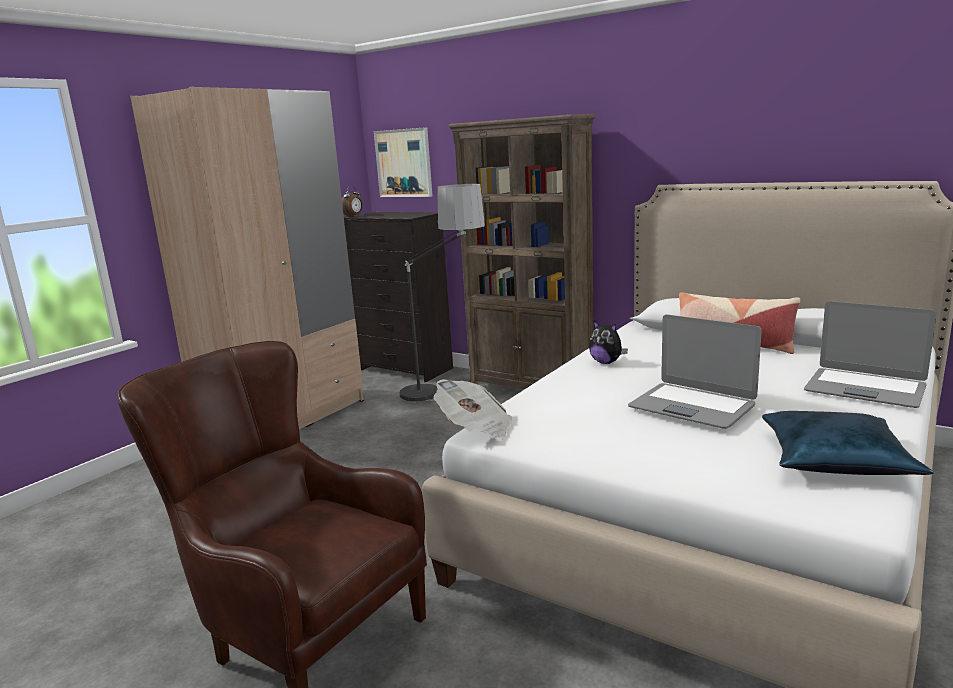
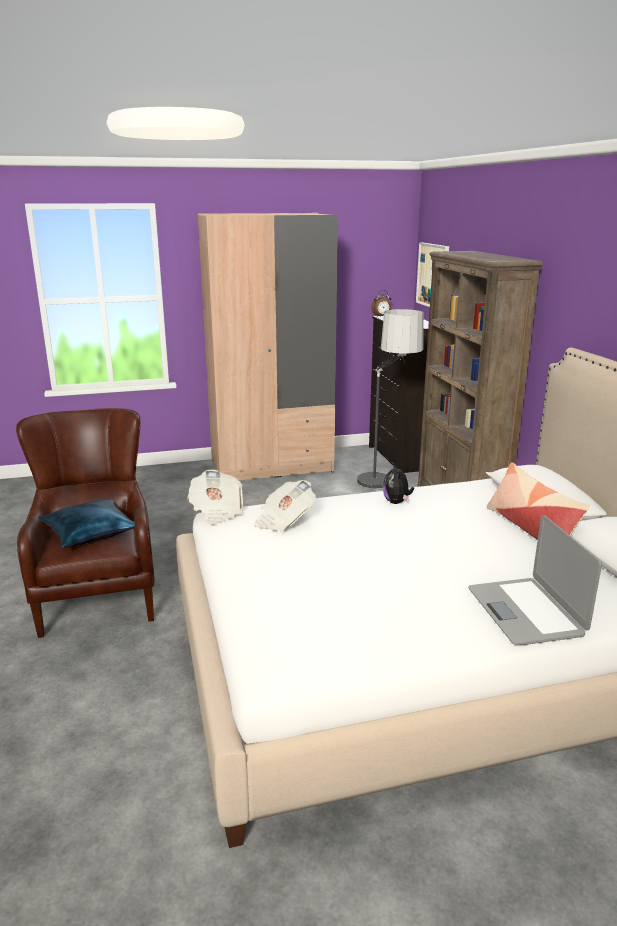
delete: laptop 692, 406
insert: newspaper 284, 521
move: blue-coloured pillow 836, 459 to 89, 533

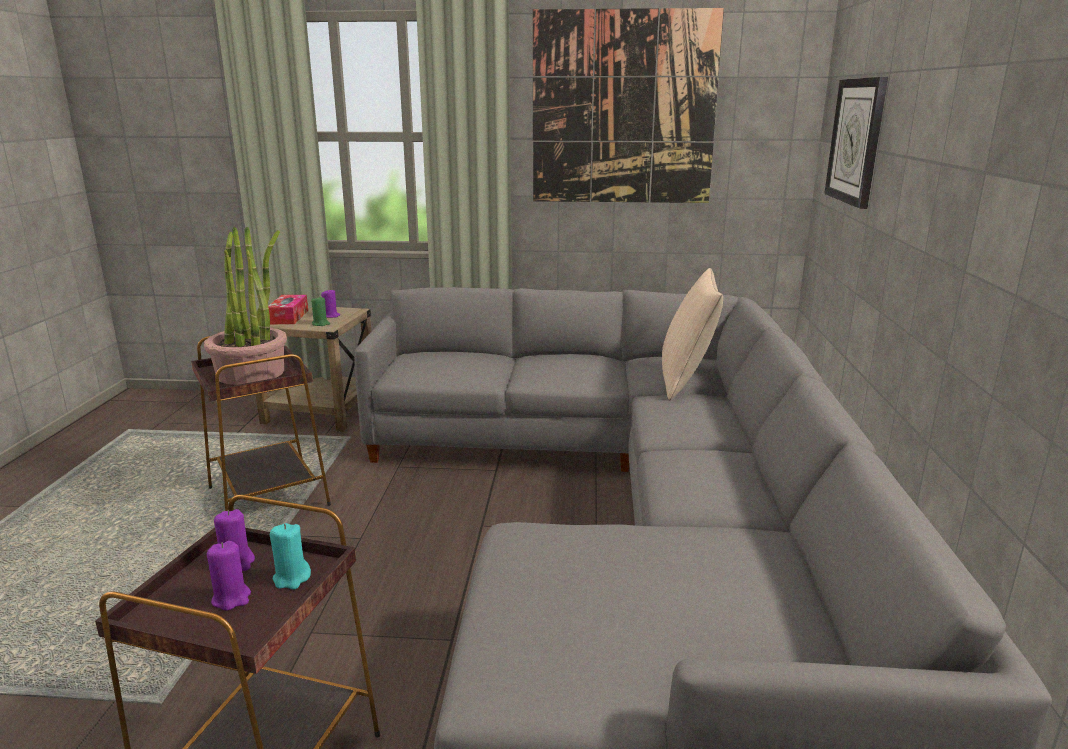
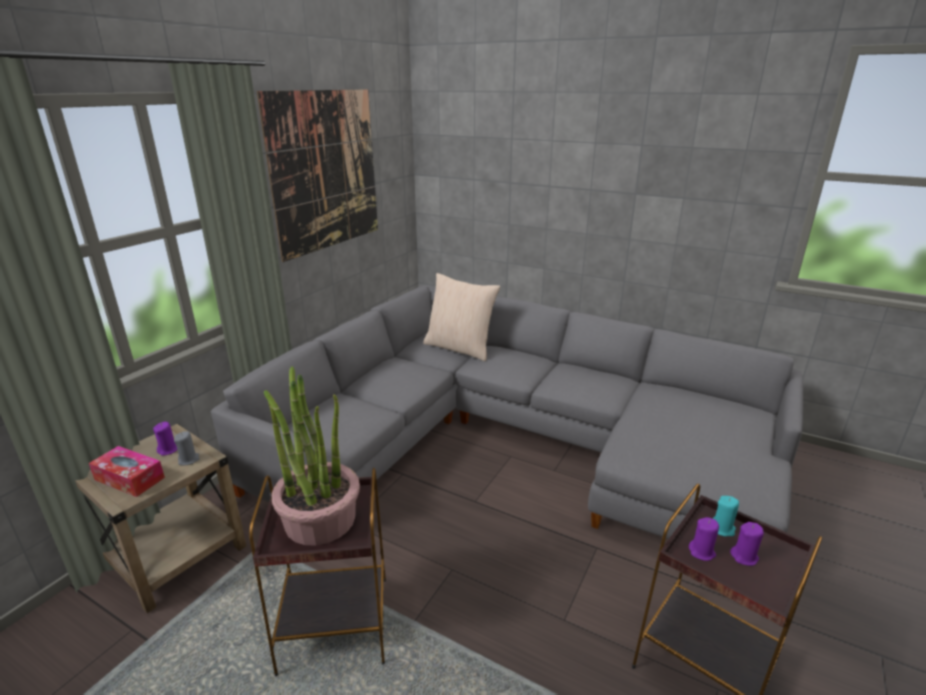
delete: wall clock 856, 141
recolor: green wax light 321, 324 to gray wax light 189, 460

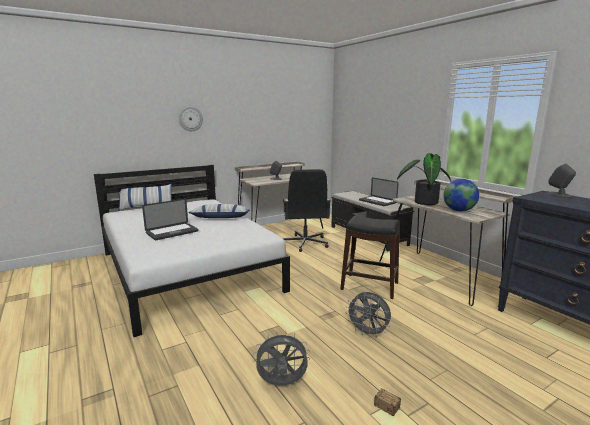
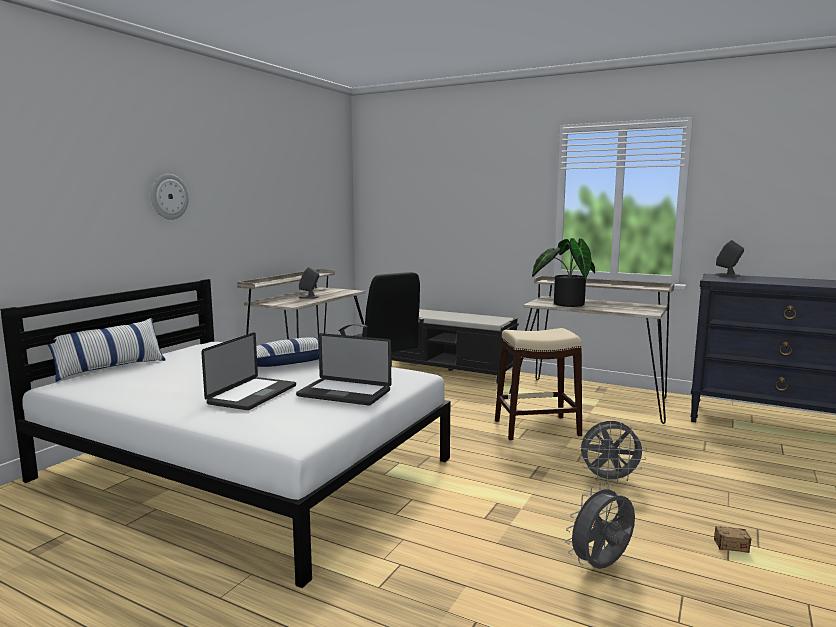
delete: world globe 459, 210
move: laptop 377, 201 to 344, 393
recolor: blackish stool seat 369, 286 to beige stool seat 537, 428

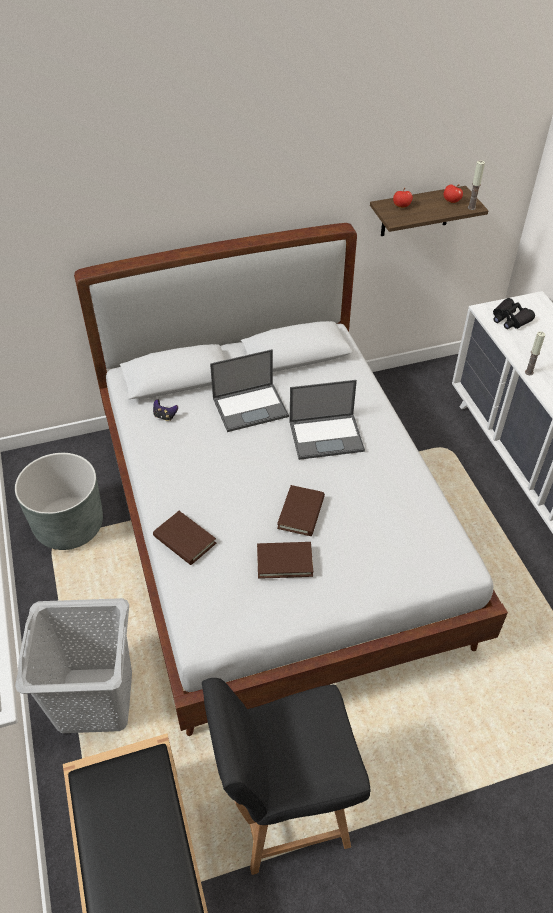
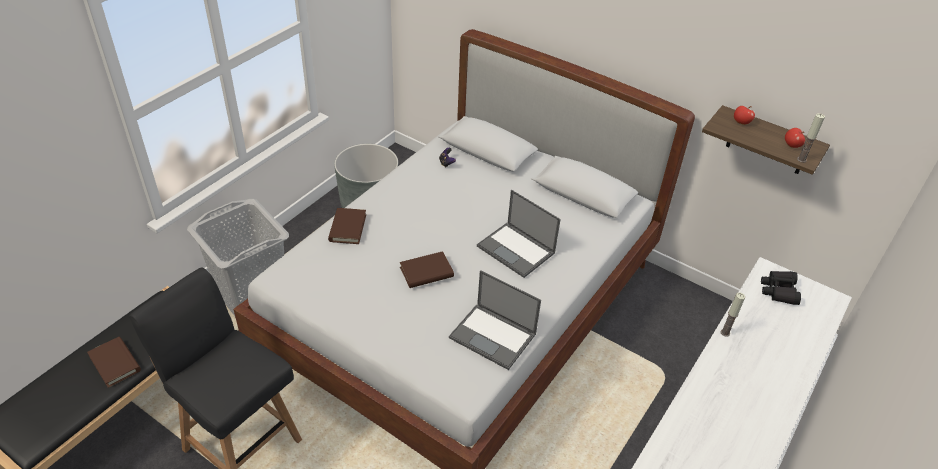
move: laptop 251, 407 to 493, 336; brownish book 284, 561 to 115, 363

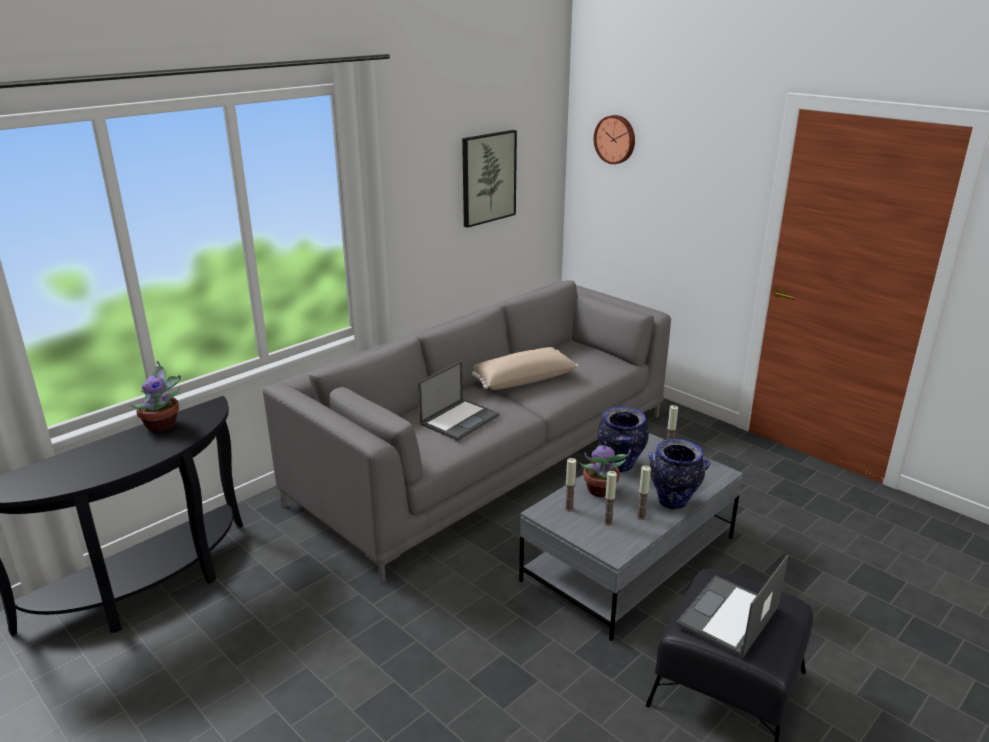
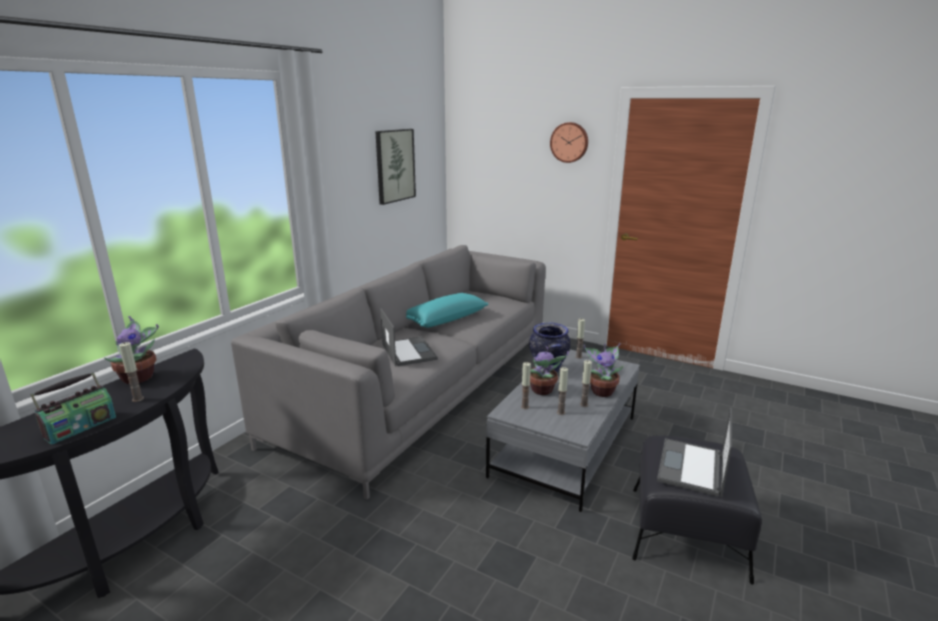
insert: wax light 138, 399; radio receiver 80, 427
move: wall clock 615, 139 to 569, 142
replace: vase 673, 502 to houseplant 602, 391
recolor: beige pillow 522, 379 to turquoise-coloured pillow 445, 319
rotate: laptop 460, 419 = 408, 351 45 degrees counterclockwise

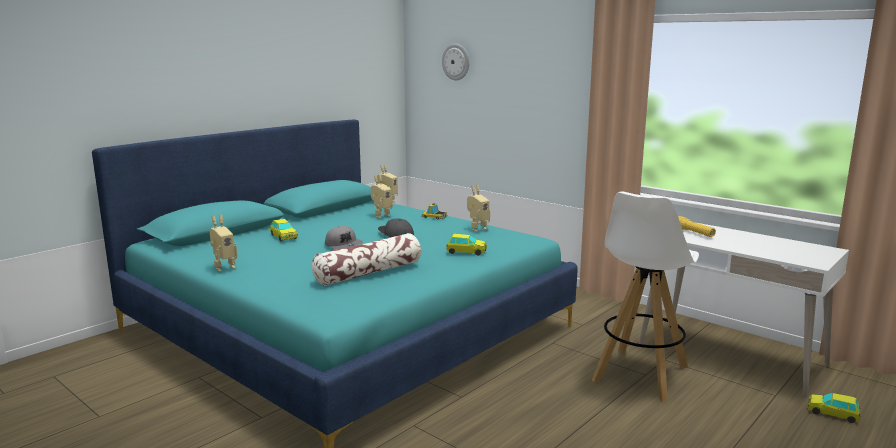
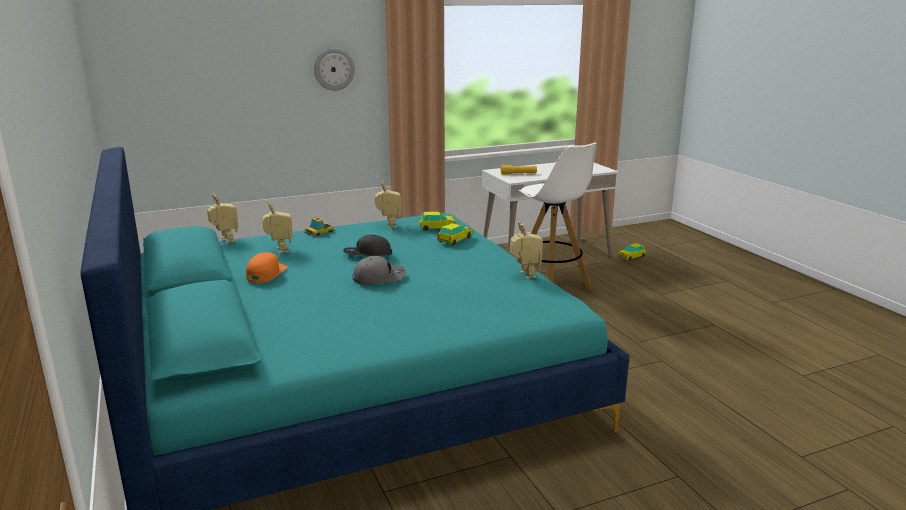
delete: pillow 369, 273
insert: orange baseball cap 266, 274
move: wall clock 456, 62 to 334, 69; model robot 224, 268 to 525, 275; toy car 284, 237 to 437, 227

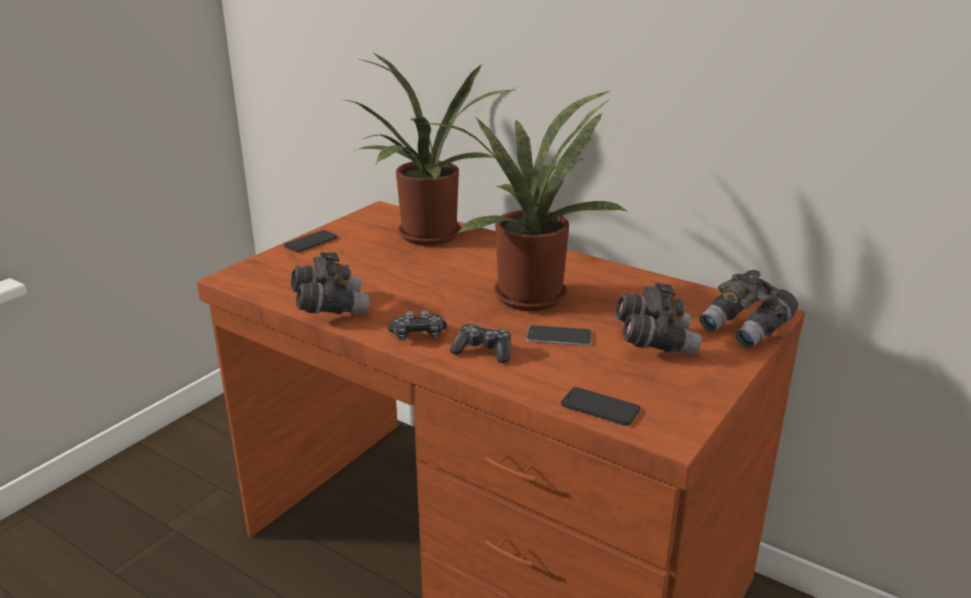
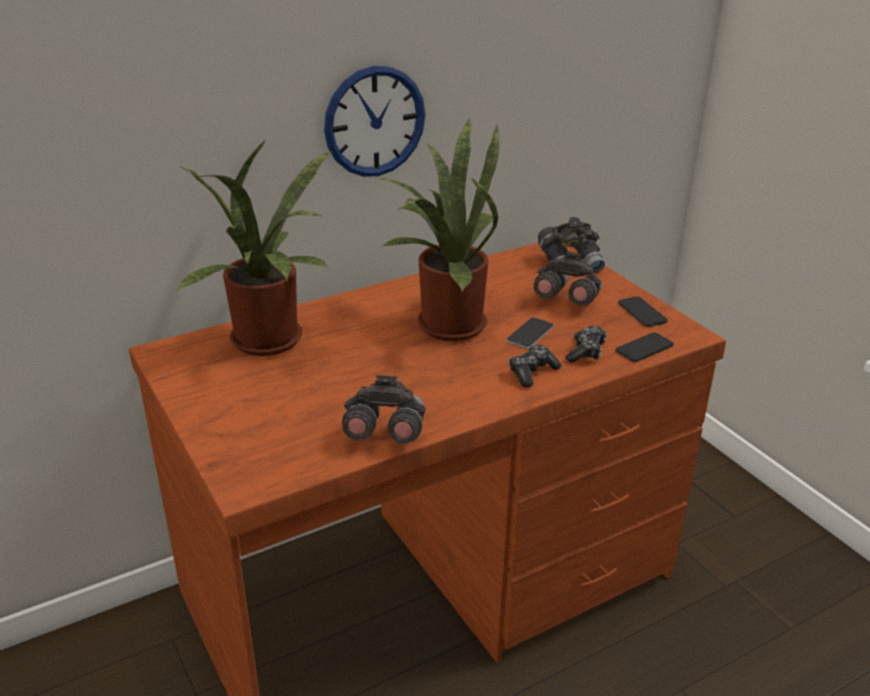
insert: wall clock 374, 122
move: handset 311, 242 to 642, 312; gamepad 418, 335 to 586, 352

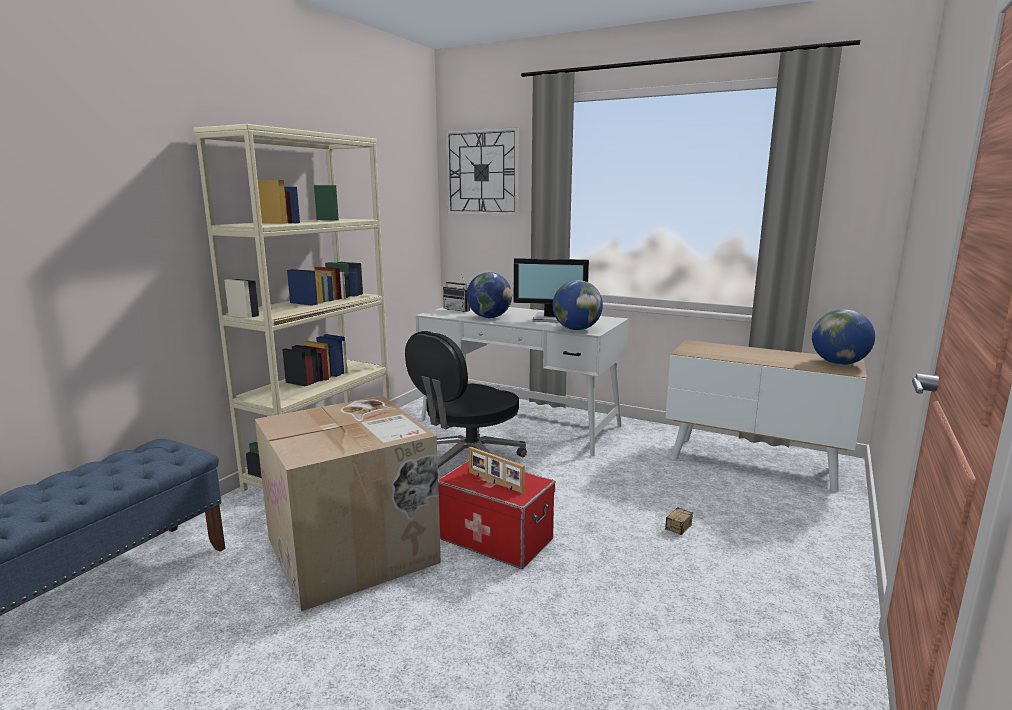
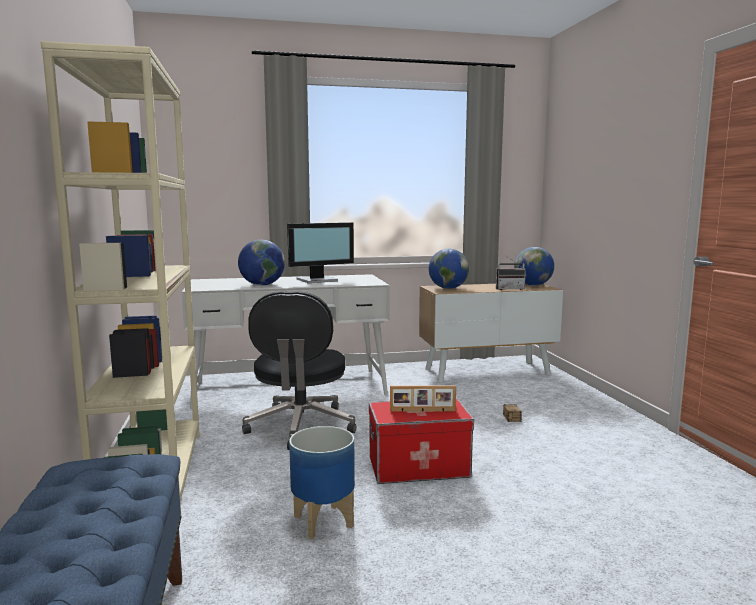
delete: wall clock 482, 172
move: radio receiver 459, 310 to 509, 289; world globe 576, 329 to 448, 288
replace: packing box 354, 550 to plant pot 324, 521

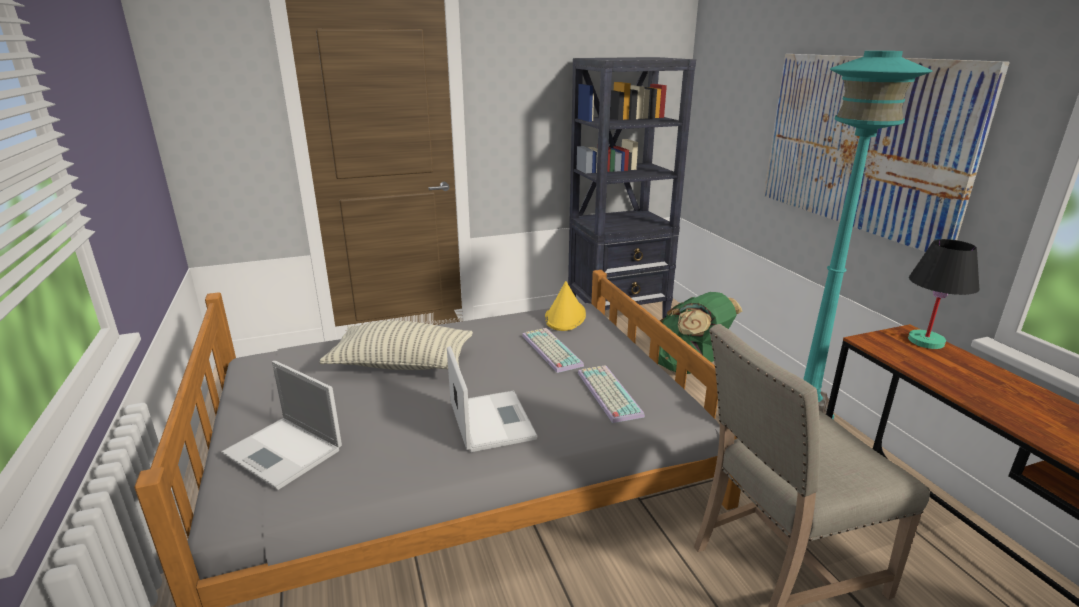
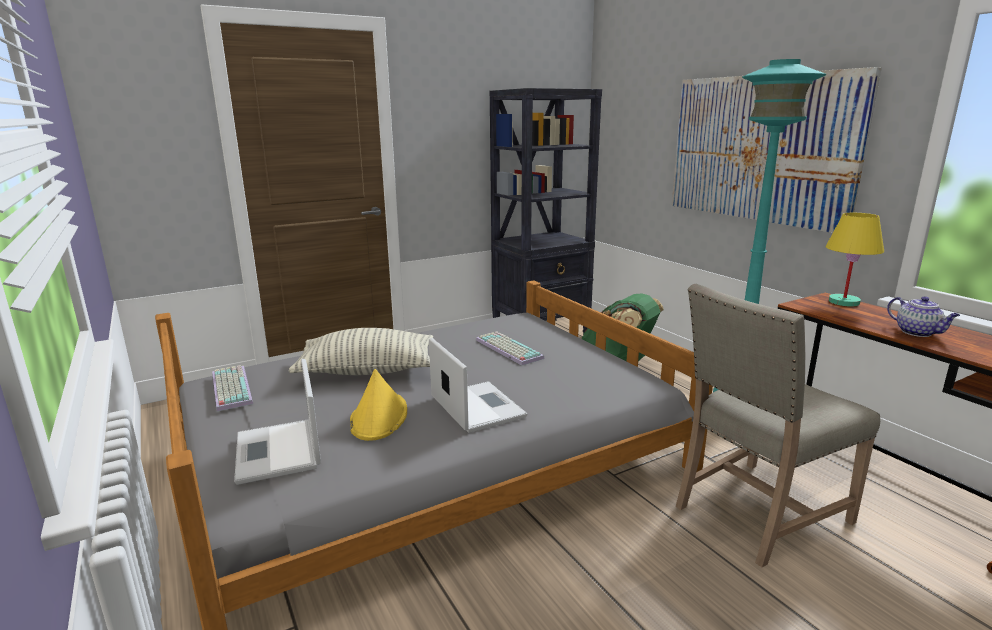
insert: teapot 918, 332
move: yellow-coloured clothing hat 565, 317 to 379, 417; computer keyboard 607, 393 to 229, 388
recolor: blackish table lamp 926, 341 to yellow-coloured table lamp 843, 302
rotate: laptop 284, 452 = 278, 452 45 degrees clockwise

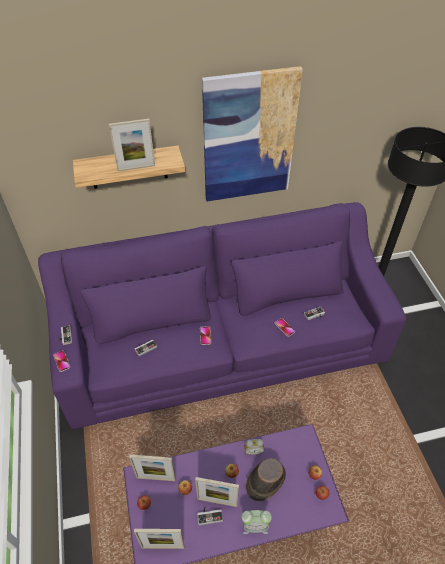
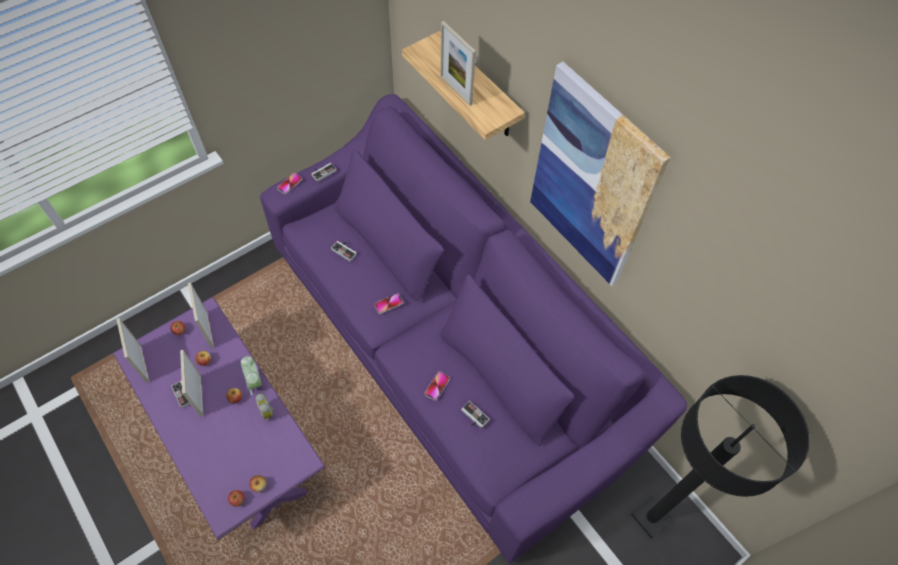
delete: brownish clothing hat 265, 481
move: table clock 255, 526 to 254, 381

